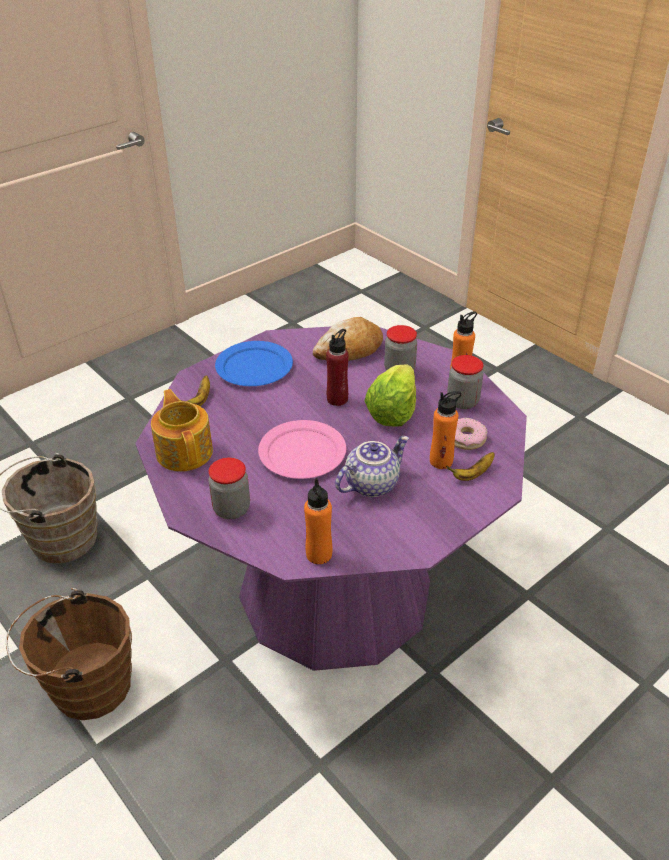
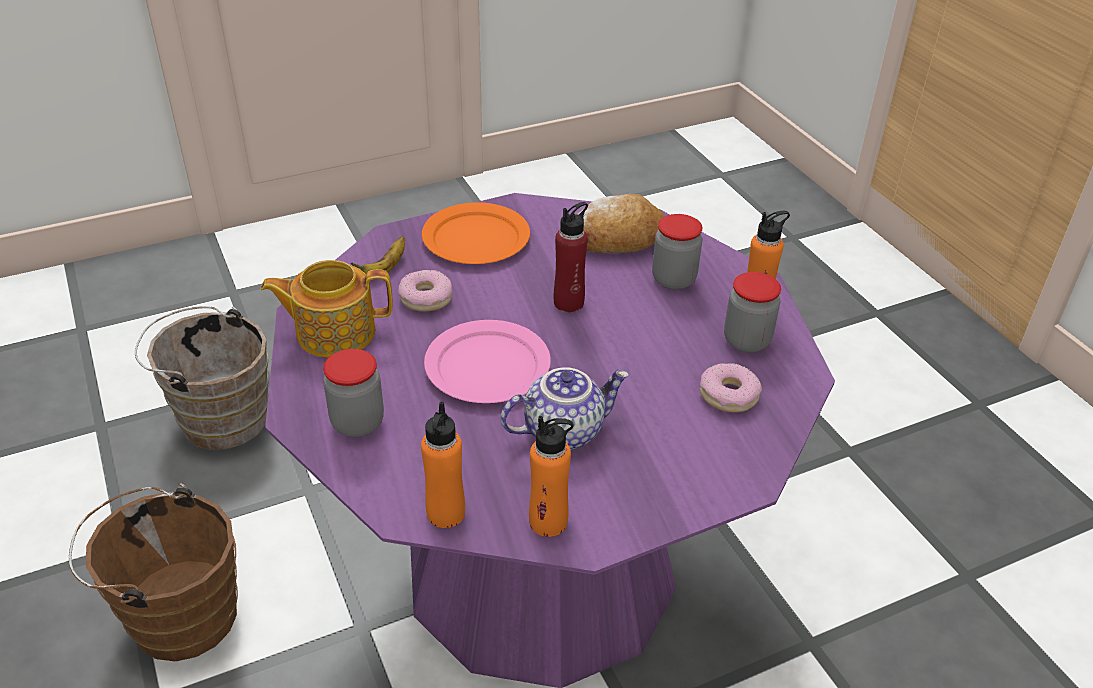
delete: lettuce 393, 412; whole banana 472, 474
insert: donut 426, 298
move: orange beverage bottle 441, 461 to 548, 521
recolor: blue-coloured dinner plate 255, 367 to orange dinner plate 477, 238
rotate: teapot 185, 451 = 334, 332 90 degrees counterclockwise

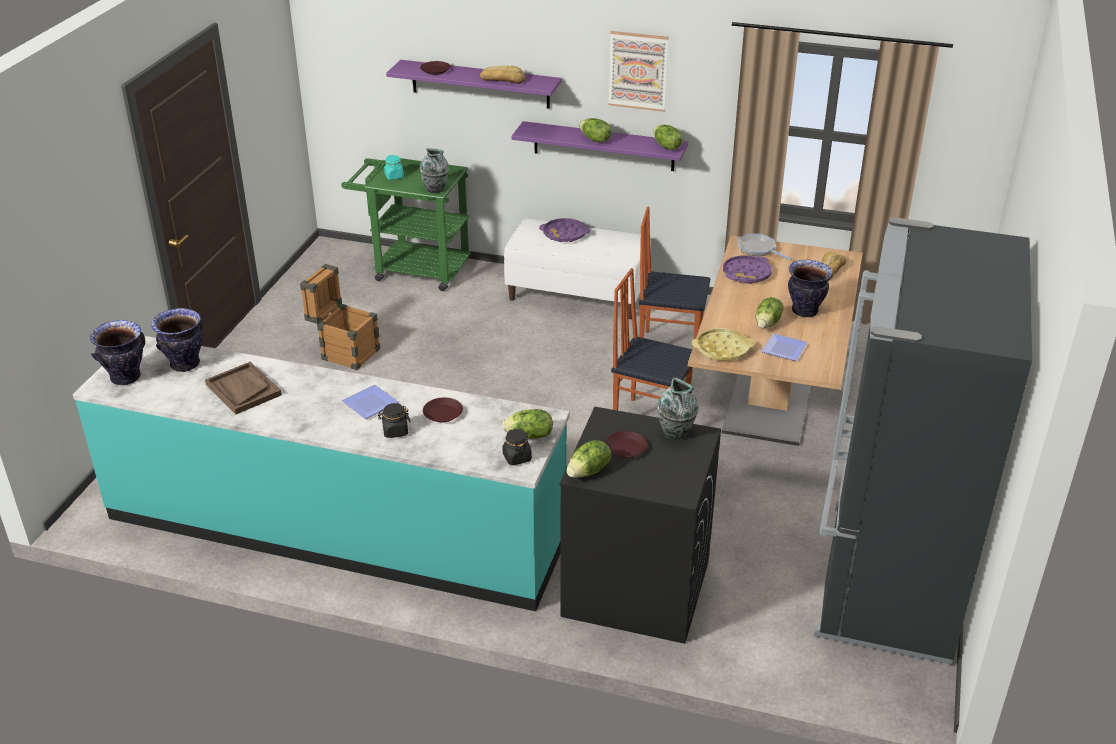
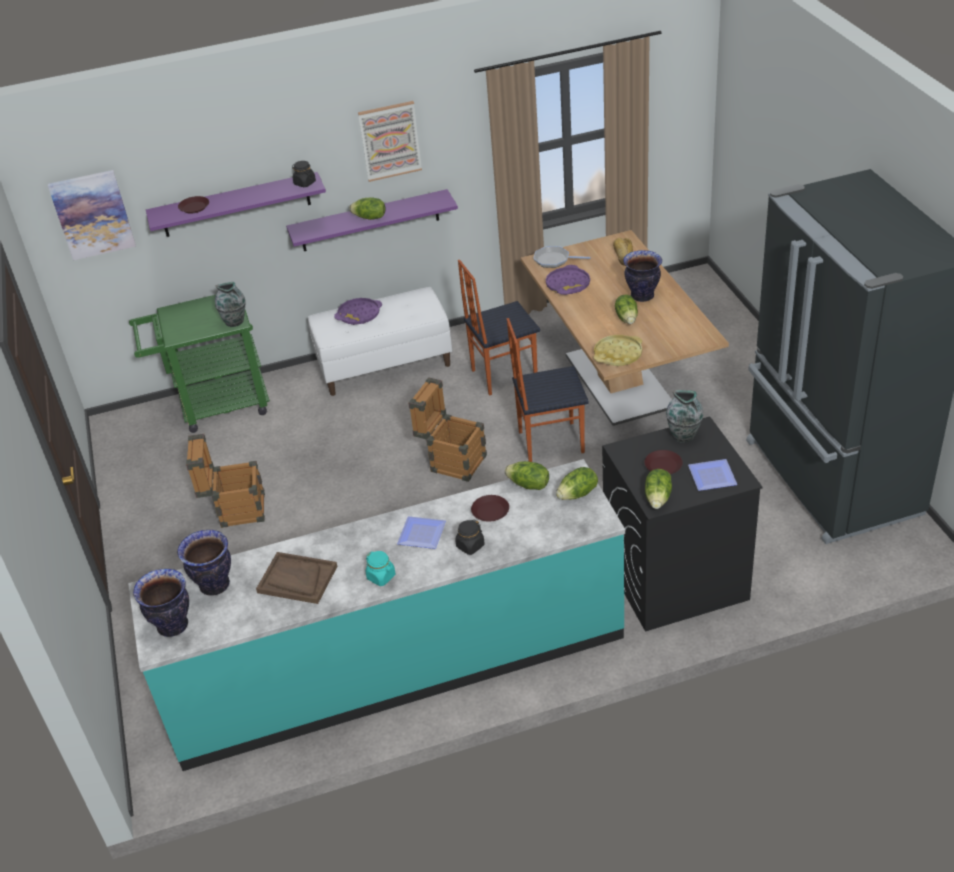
delete: bread 503, 79
insert: picture 92, 214; crate 452, 461
move: lettuce 666, 146 to 528, 485; turquoise-coloured storage jar 394, 176 to 381, 577; dinner plate 783, 348 to 710, 476; blackish storage jar 517, 457 to 304, 183

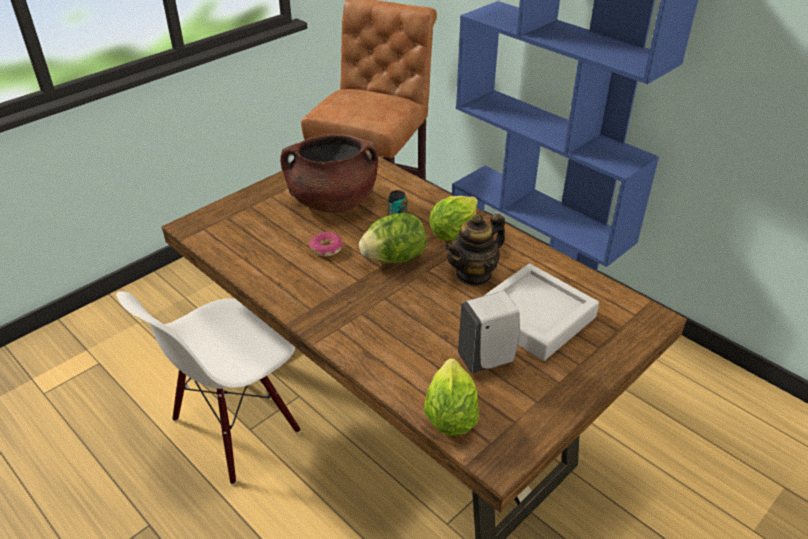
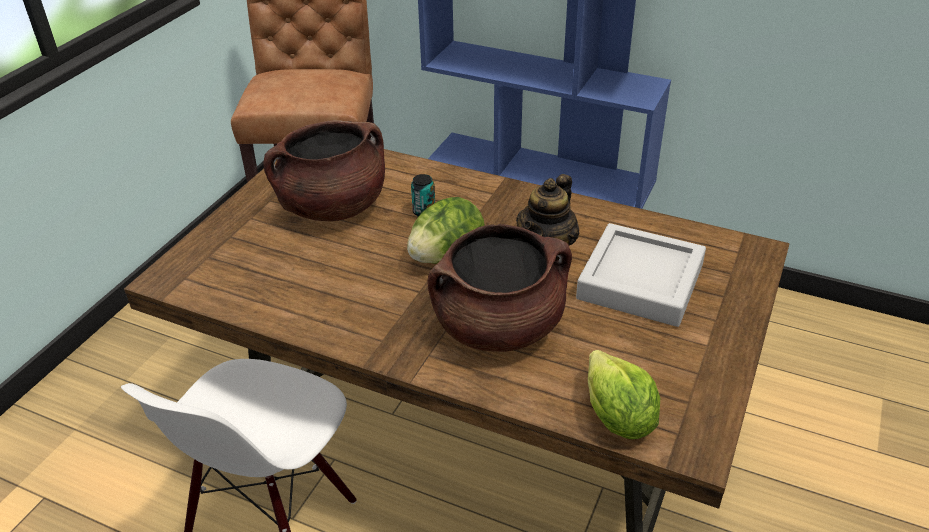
delete: lettuce 453, 233; donut 326, 249; whitish soap bottle 487, 359
insert: brownish saucepot 498, 326

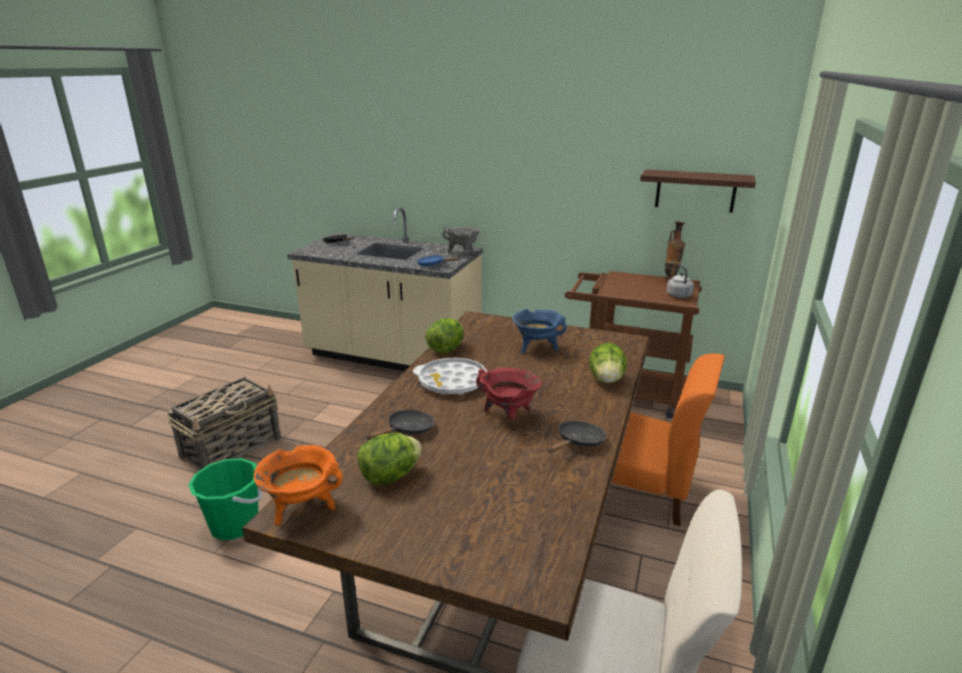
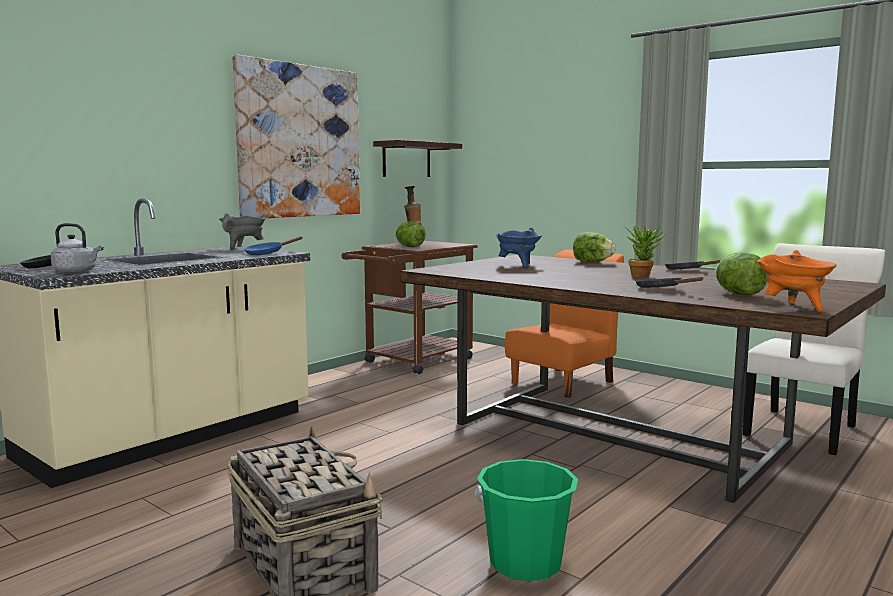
delete: whitish carrying tray 453, 382
insert: picture 300, 141
move: gray tea kettle 679, 296 to 77, 272; lettuce 446, 349 to 409, 247
replace: red-coloured saucepot 508, 415 to houseplant 642, 275

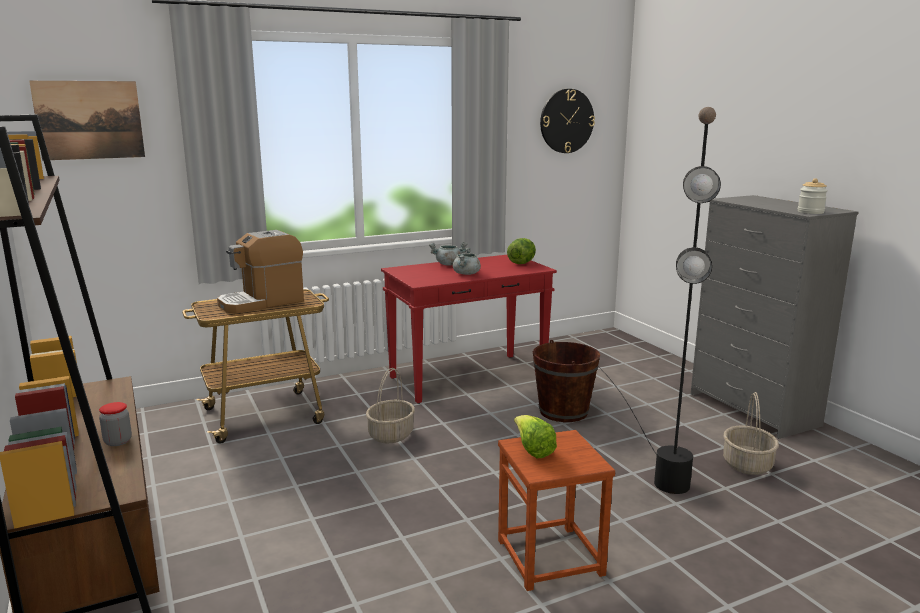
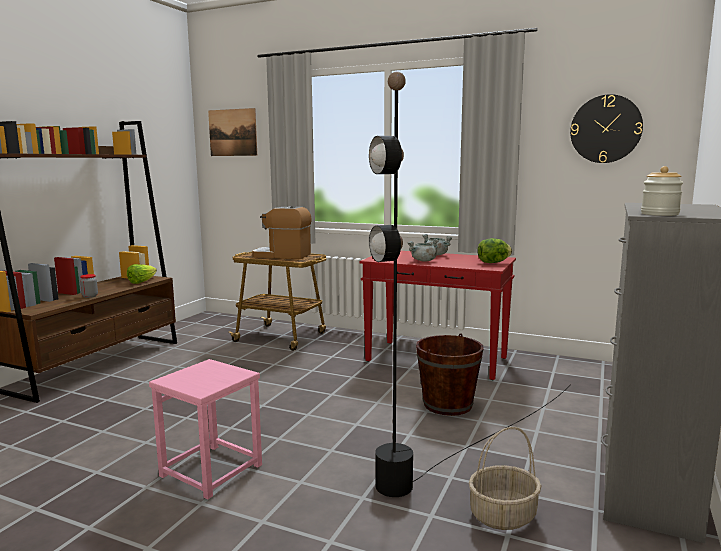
delete: basket 391, 434
move: lettuce 532, 450 to 142, 282
recolor: brownish stool seat 551, 557 to pink-coloured stool seat 211, 471

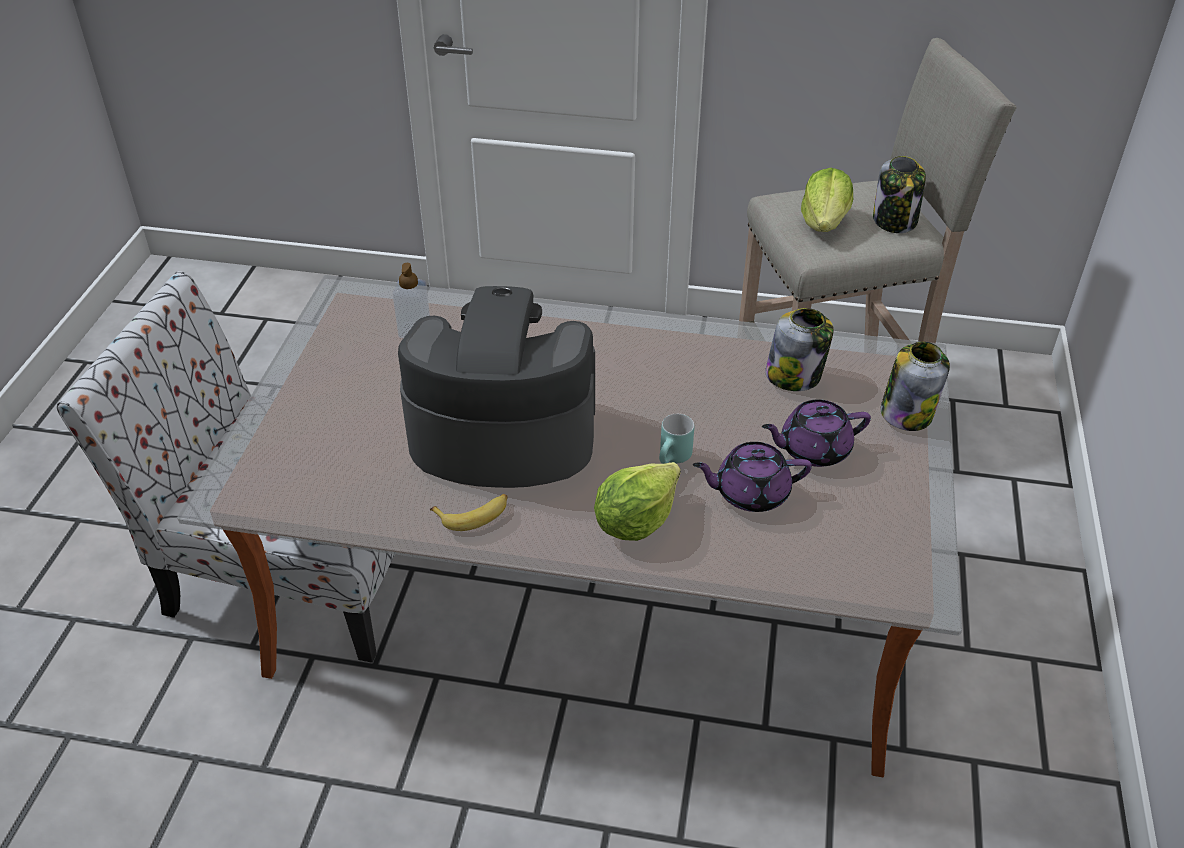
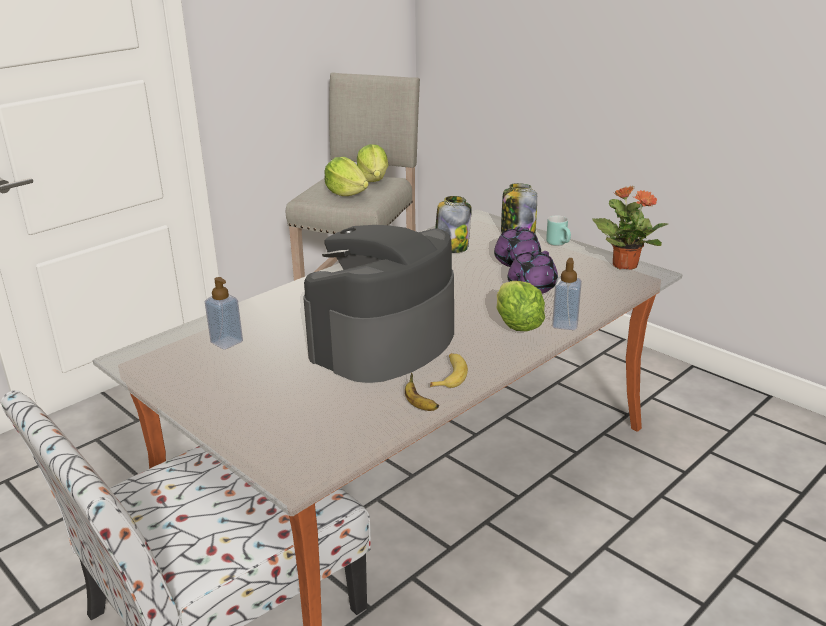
insert: houseplant 624, 265; soap bottle 565, 324; whole banana 419, 405
move: turquoise-coloured tea mug 674, 459 to 560, 244
replace: storage jar 895, 221 to lettuce 373, 180

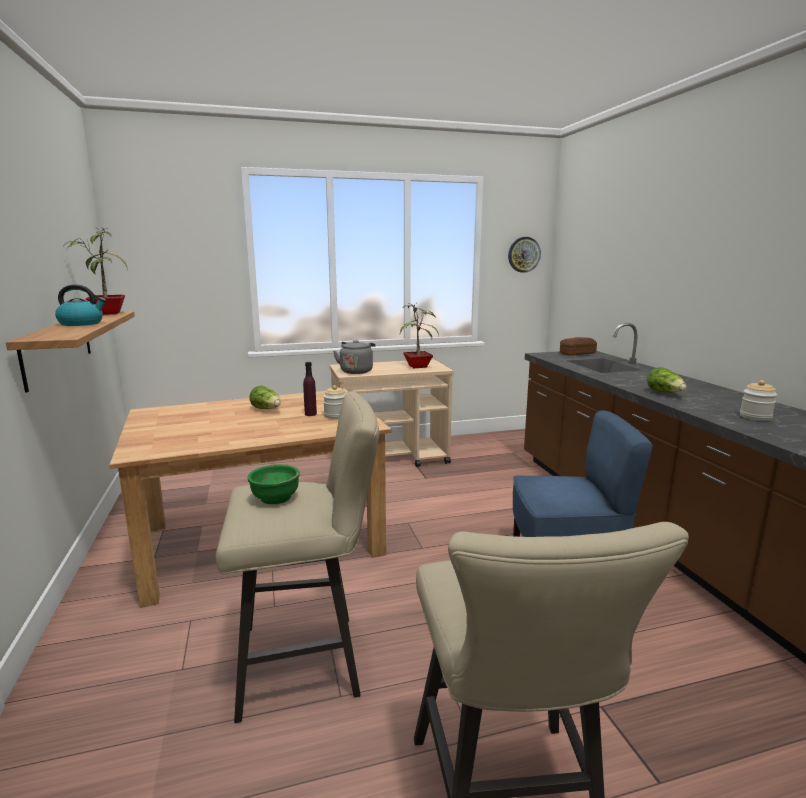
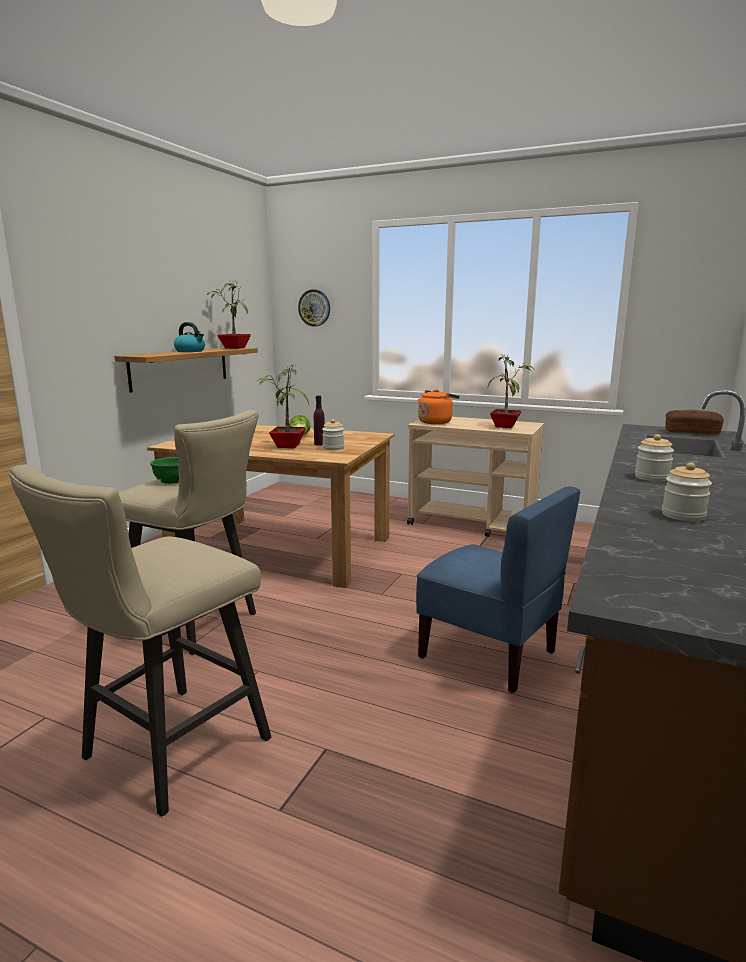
insert: houseplant 286, 446
move: wall clock 523, 254 to 314, 308
replace: lettuce 665, 393 to storage jar 651, 477
recolor: gray tea kettle 356, 371 to orange tea kettle 436, 422

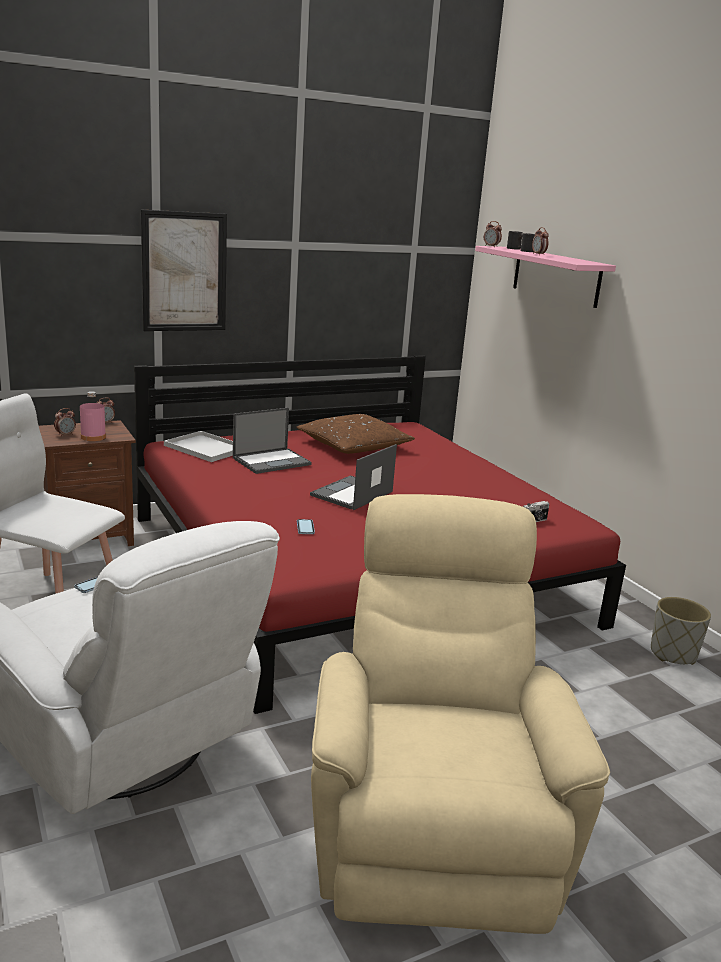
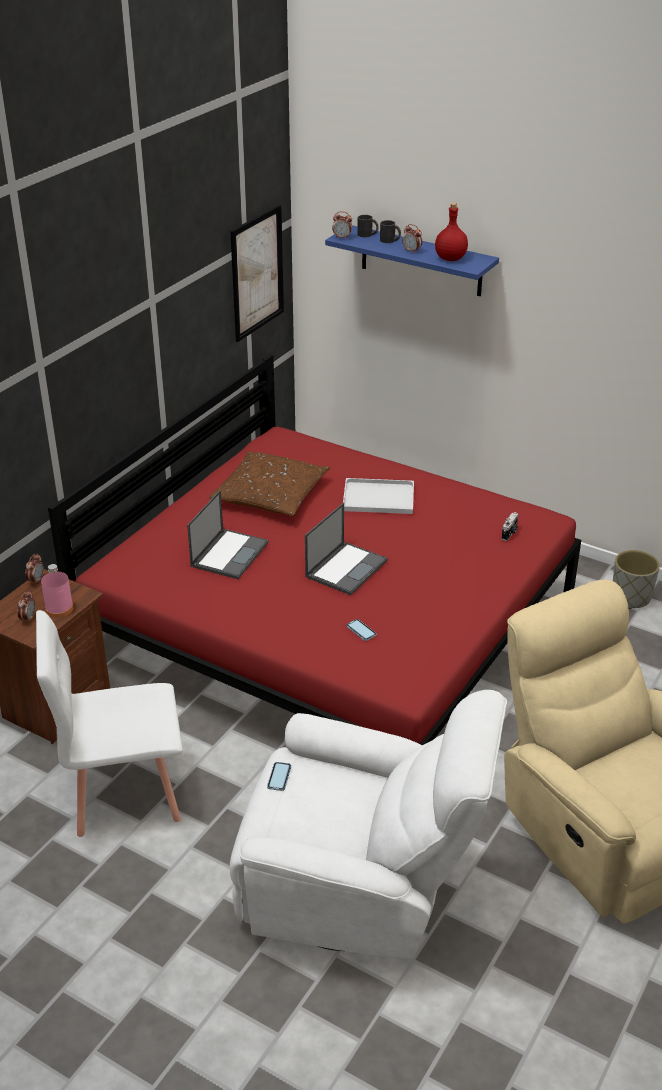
insert: red-coloured beverage bottle 450, 258
move: picture 184, 272 to 257, 273; whitish carrying tray 204, 448 to 377, 498
recolor: pink-coloured bracket shelf 556, 276 to blue-coloured bracket shelf 421, 261
rotate: laptop 351, 494 = 346, 568 150 degrees counterclockwise

